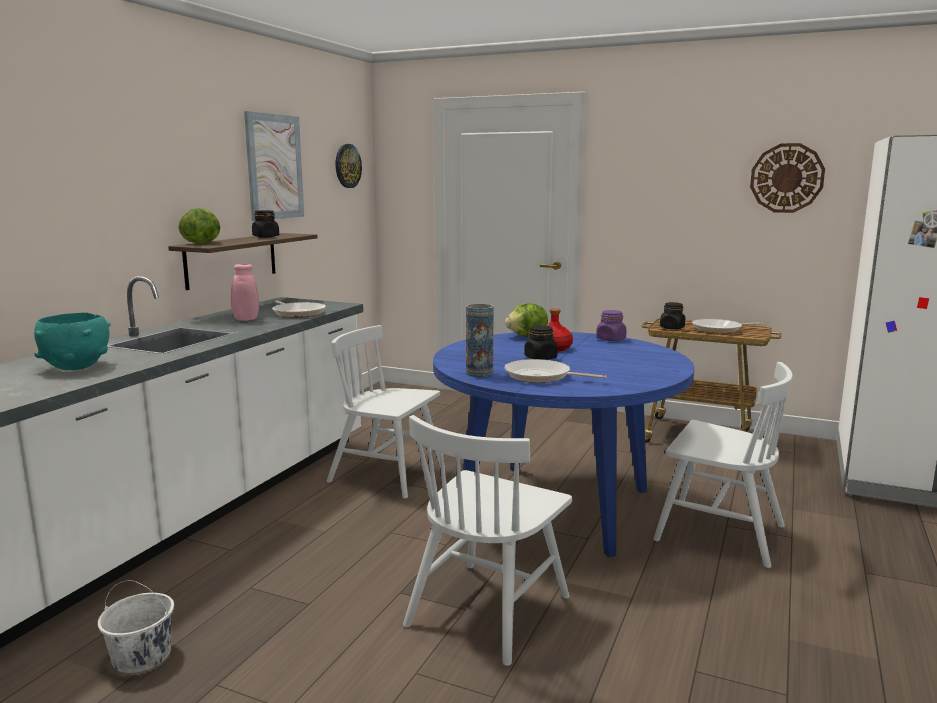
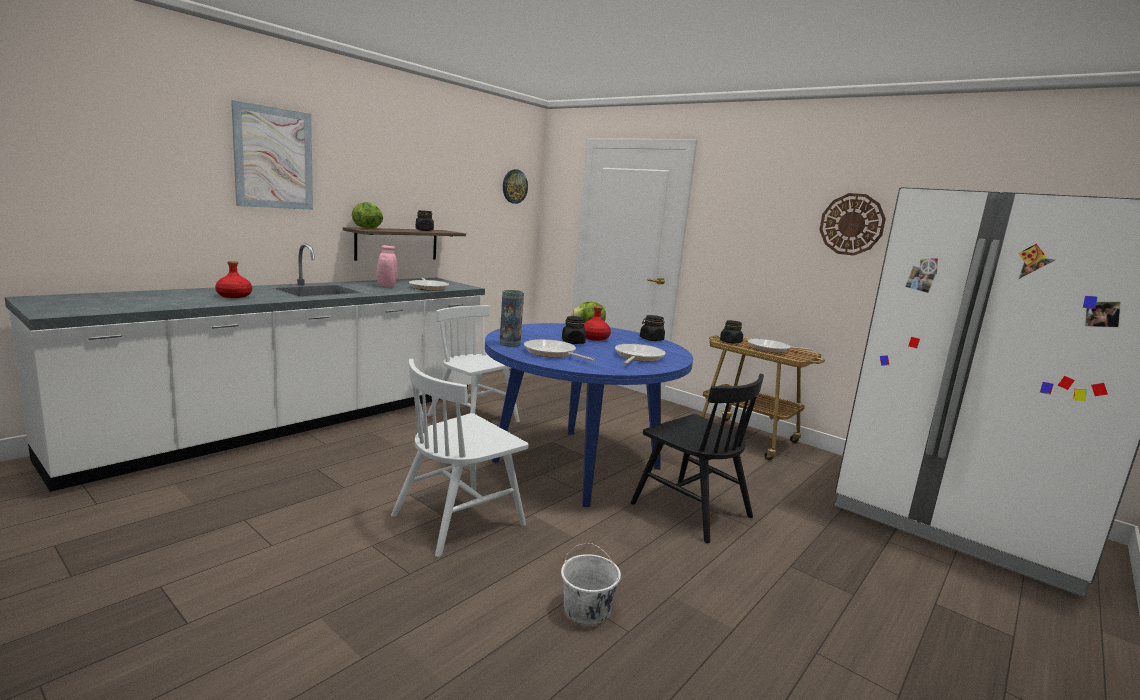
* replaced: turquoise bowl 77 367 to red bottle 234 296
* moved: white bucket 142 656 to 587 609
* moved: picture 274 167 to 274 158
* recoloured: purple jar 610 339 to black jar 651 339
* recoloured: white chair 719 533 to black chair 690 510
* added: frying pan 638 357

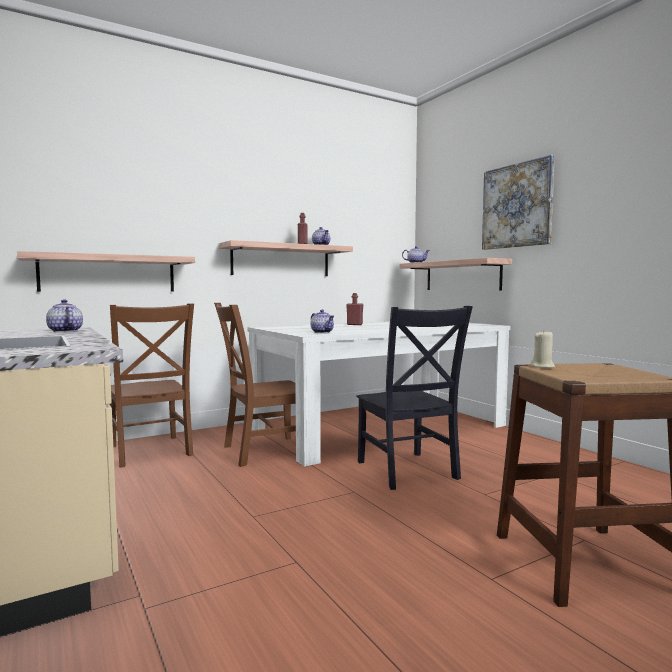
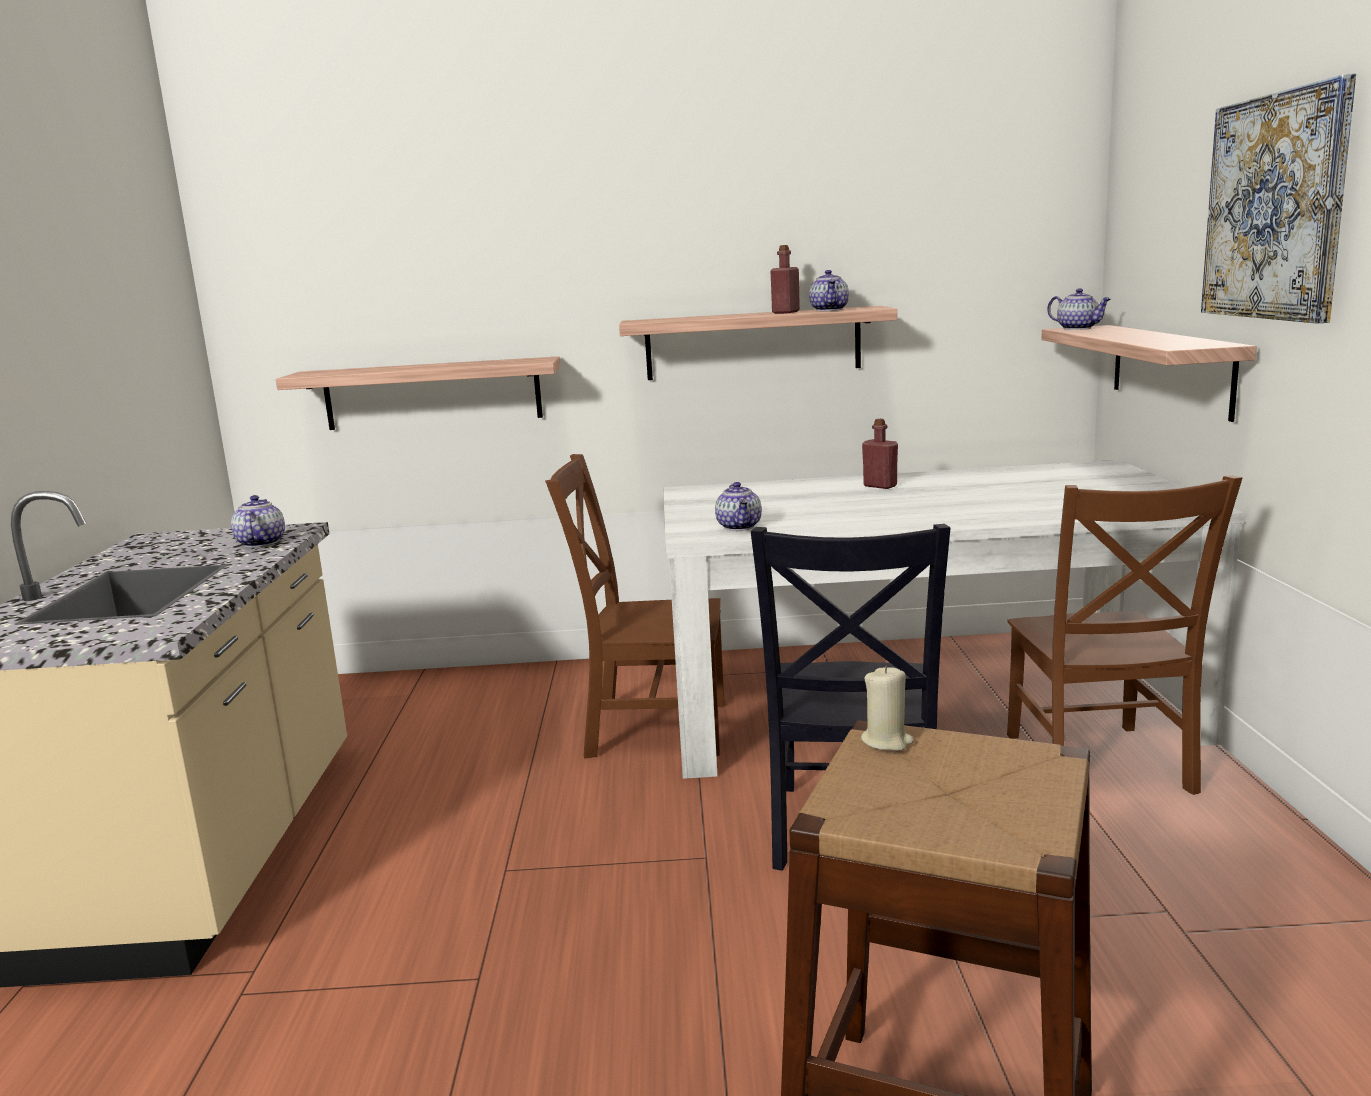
* moved: brown chair 150 452 to 1098 766

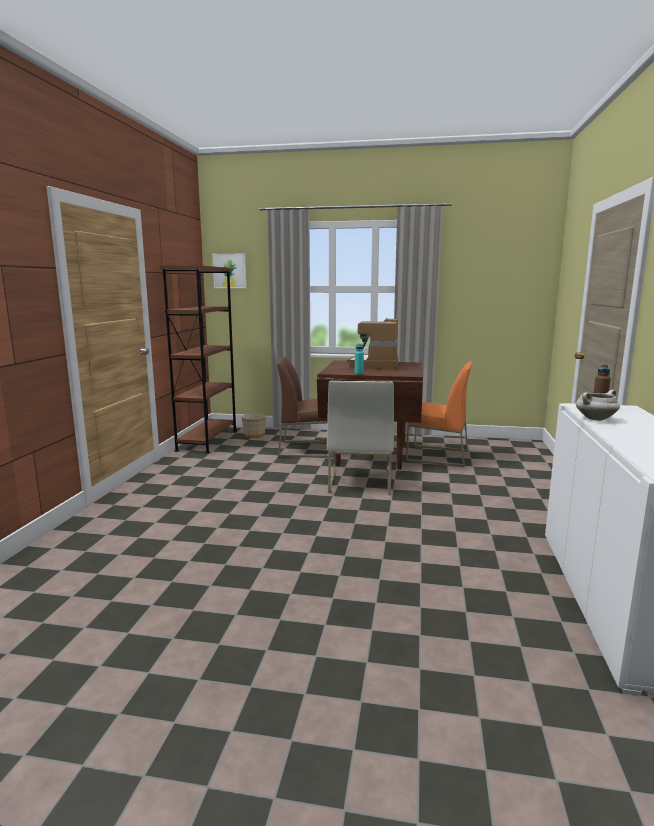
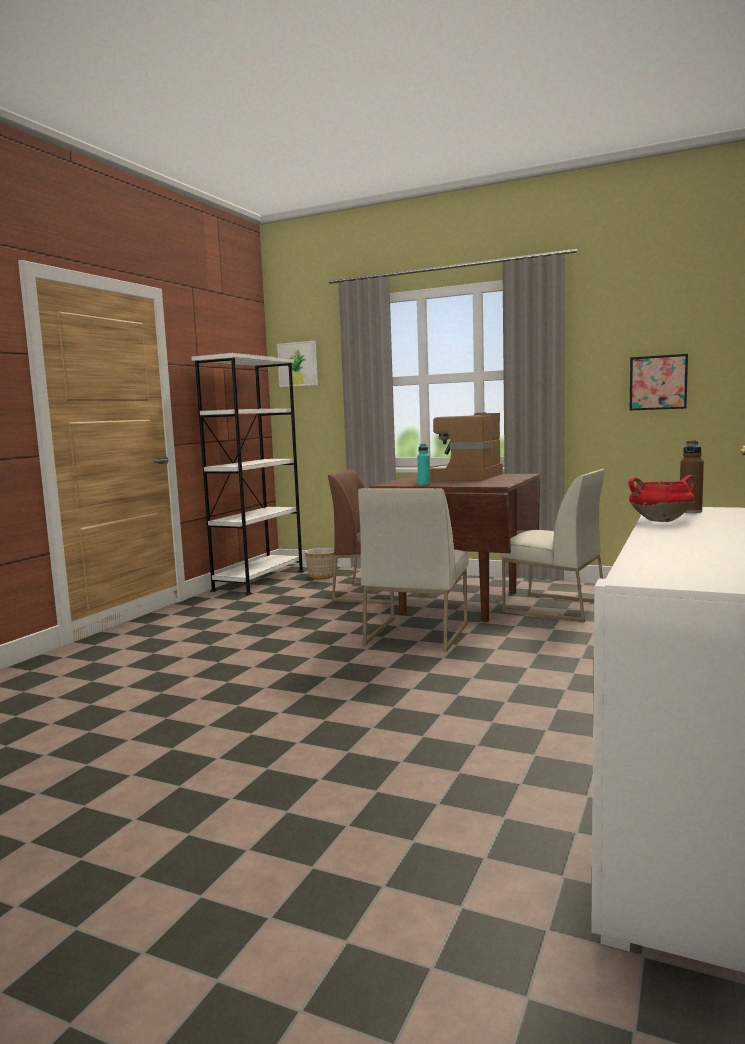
* recoloured: brown bookcase 207 440 to white bookcase 259 580
* recoloured: orange chair 437 456 to white chair 553 607
* recoloured: white cooking pot 595 419 to red cooking pot 661 521
* added: picture 658 382

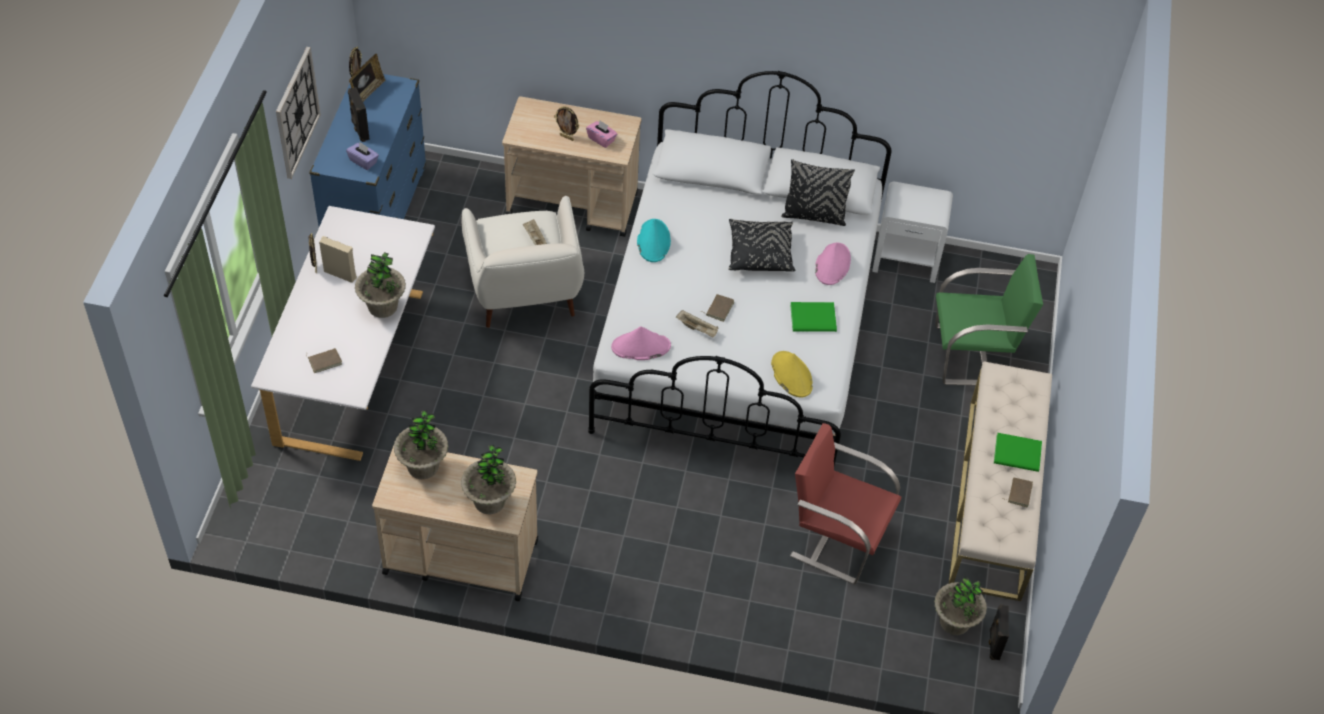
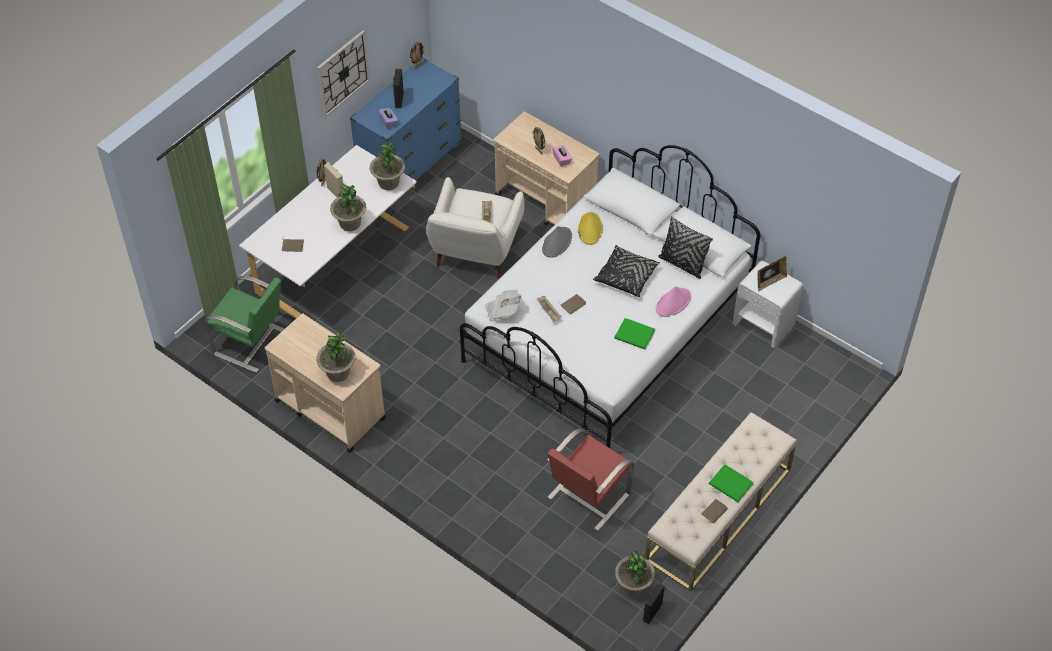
* moved: picture frame 367 92 to 770 282
* moved: potted plant 423 466 to 388 182
* replaced: pink hat 640 347 to newspaper 502 311
* recoloured: turquoise hat 653 241 to grey hat 557 242
* moved: yellow hat 791 375 to 590 228
* turned: red chair 837 537 = 587 496 105 degrees counterclockwise
* moved: green chair 973 355 to 251 343

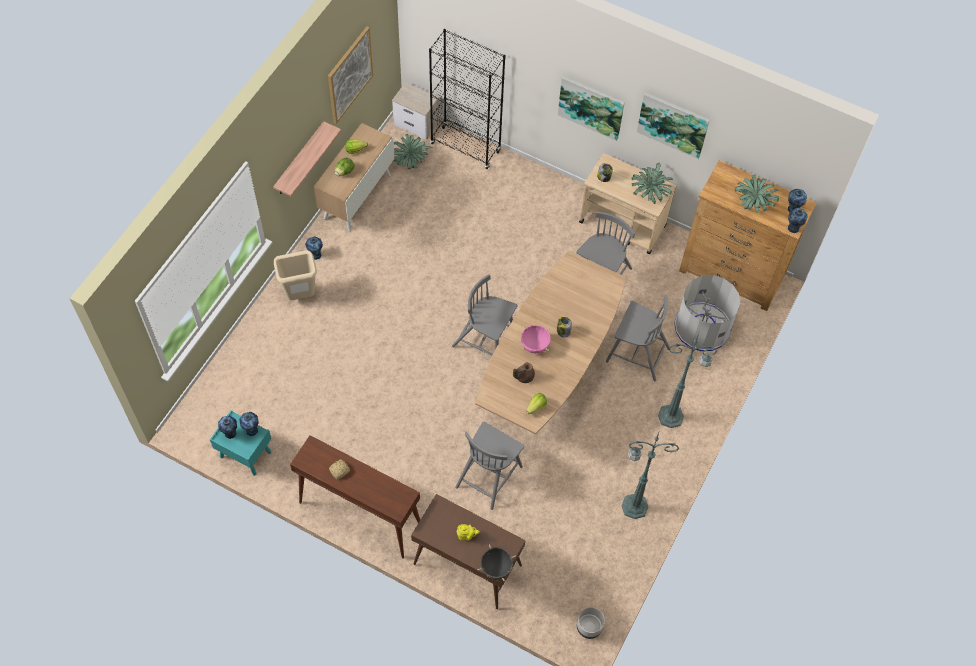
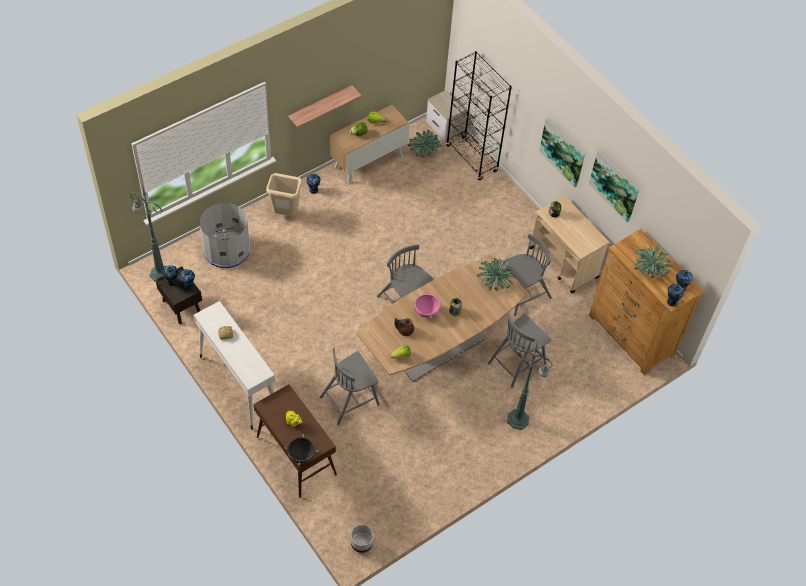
* recoloured: turquoise nightstand 245 454 to brown nightstand 181 306
* recoloured: brown console table 360 514 to white console table 238 384
* removed: picture 349 75
* turned: grey chair 636 354 = 517 362 90 degrees clockwise
* moved: green floor lamp 633 506 to 159 273
* moved: potted plant 650 193 to 495 282
* moved: grey trash can 702 327 to 226 249

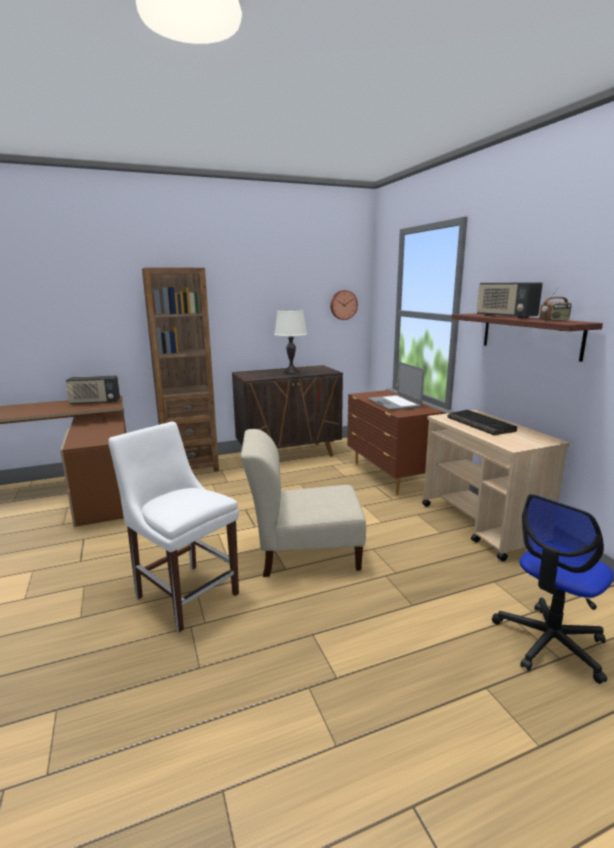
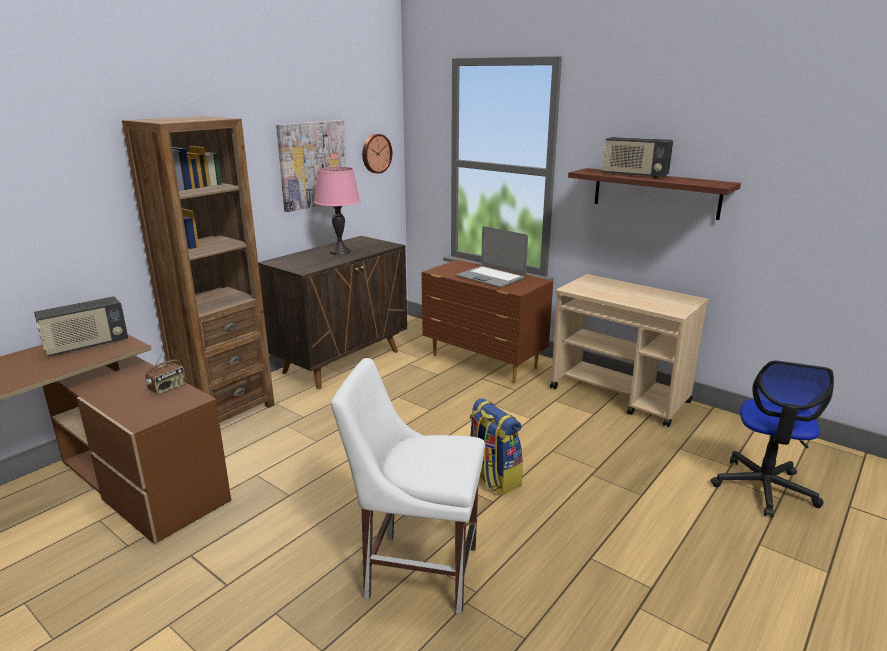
* replaced: beige chair 303 553 to backpack 492 478
* recoloured: white table lamp 291 372 to pink table lamp 340 252
* removed: keyboard 481 424
* moved: radio 554 321 to 168 388
* added: picture 313 164

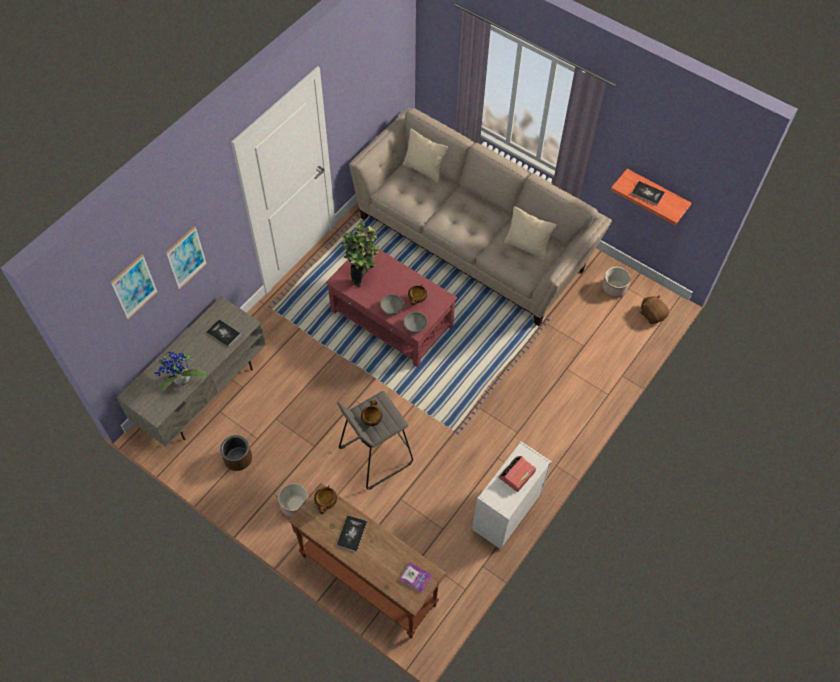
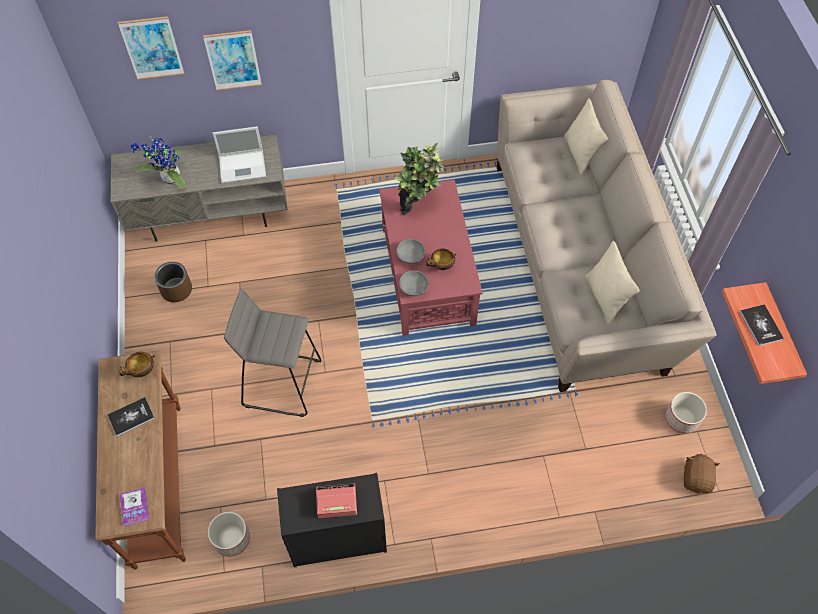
* replaced: book 223 333 to laptop 243 166
* moved: planter 295 505 to 231 539
* removed: bowl 371 420
* recoloured: white dresser 506 512 to black dresser 336 538

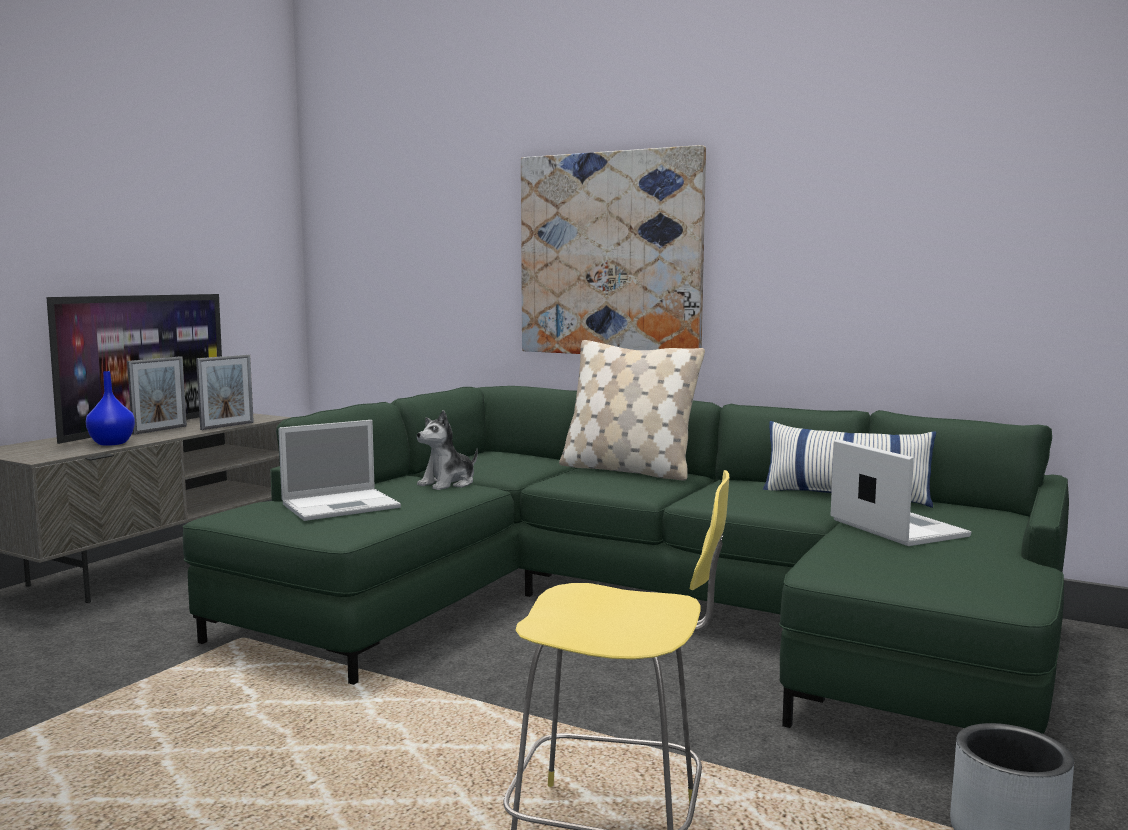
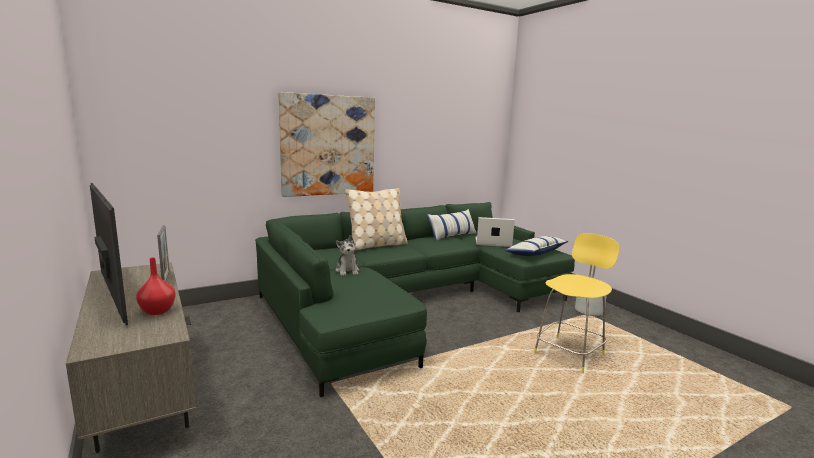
* recoloured: blue vase 111 443 to red vase 157 311
* removed: picture frame 160 430
* removed: laptop 342 505
* added: pillow 536 253

